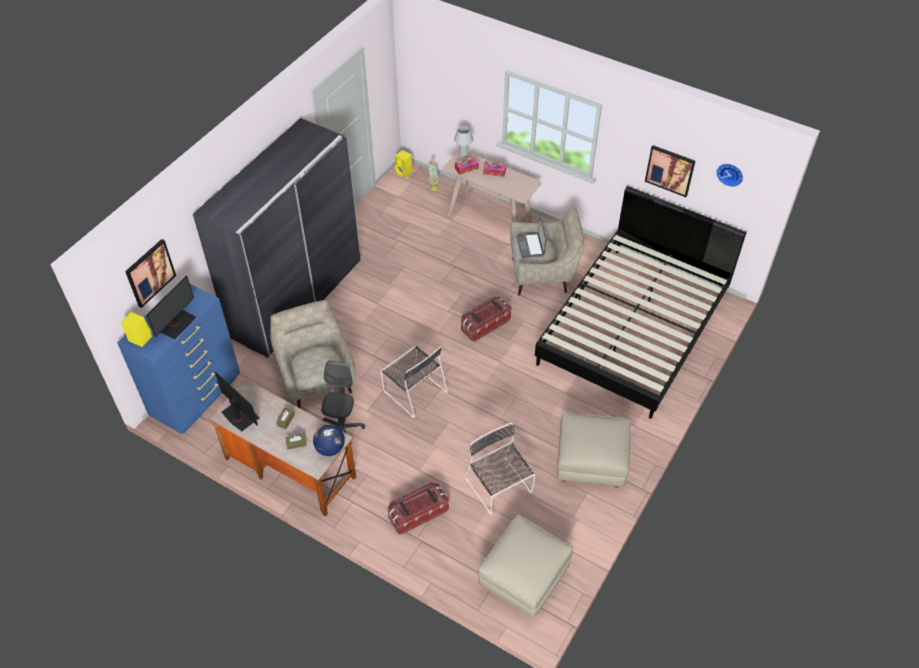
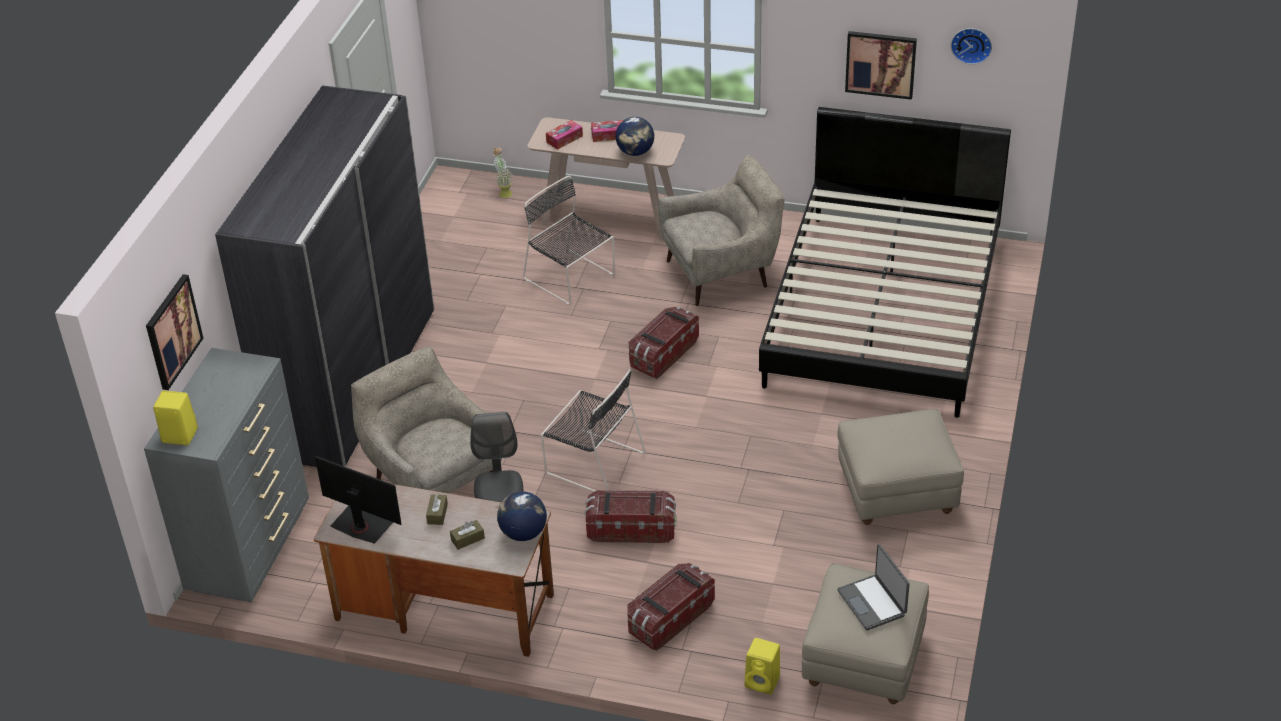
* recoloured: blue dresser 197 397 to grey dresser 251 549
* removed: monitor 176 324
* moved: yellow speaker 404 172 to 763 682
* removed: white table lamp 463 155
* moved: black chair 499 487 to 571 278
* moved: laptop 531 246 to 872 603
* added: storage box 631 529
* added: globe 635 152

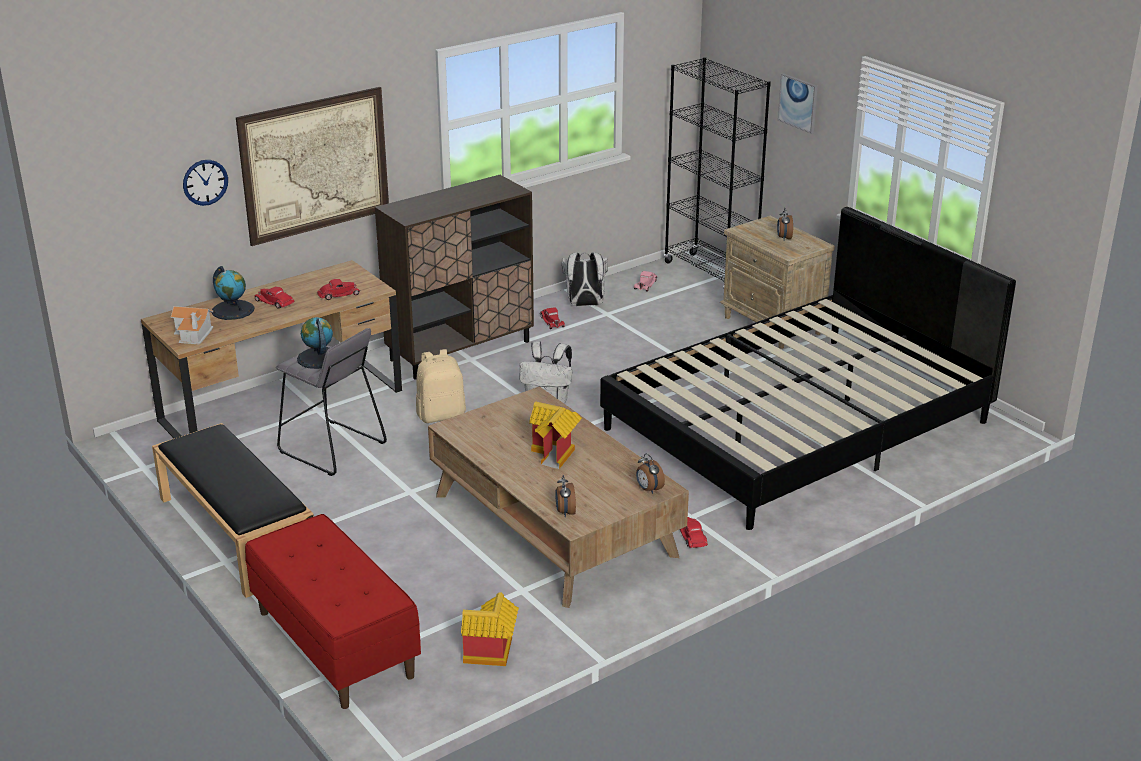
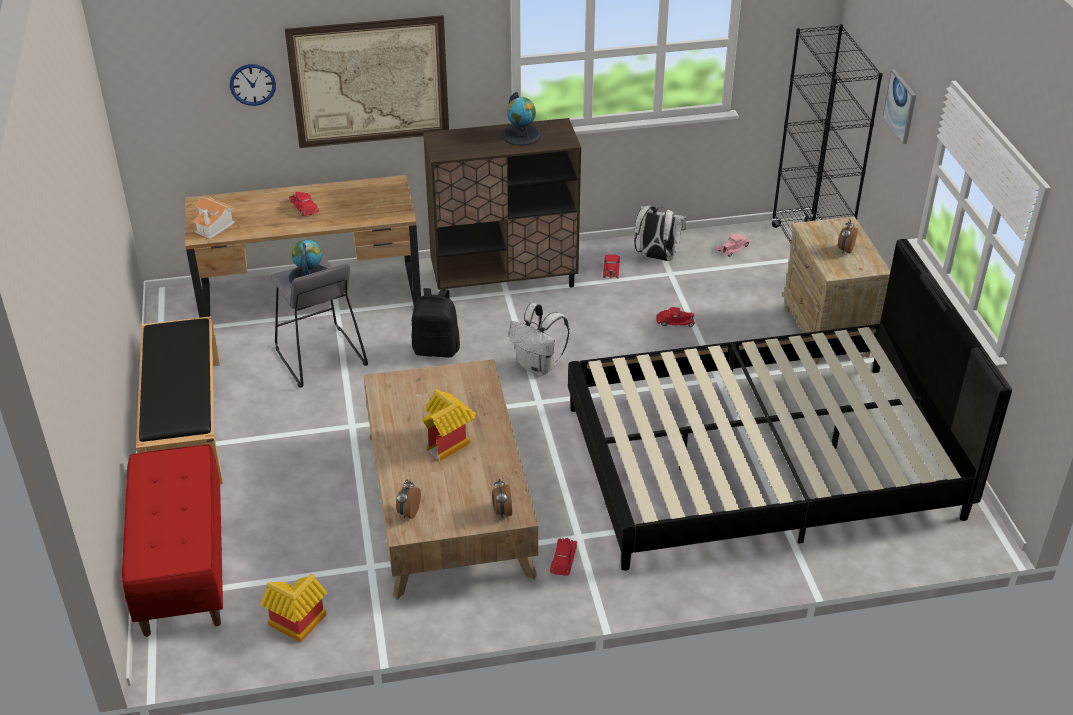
* moved: globe 233 310 to 521 135
* moved: red toy car 338 294 to 675 321
* recoloured: beige backpack 441 415 to black backpack 436 349

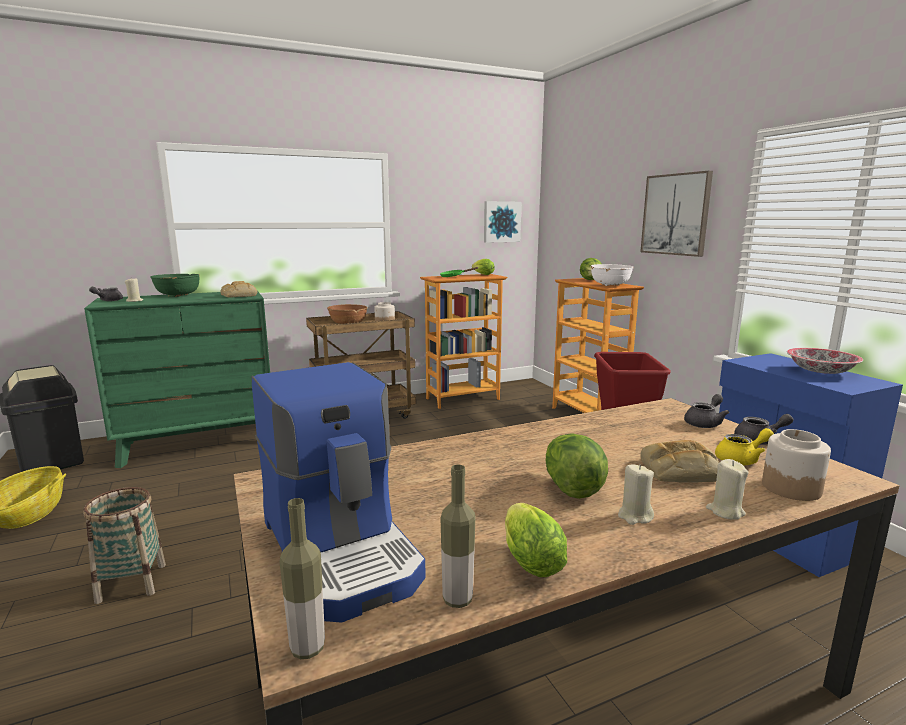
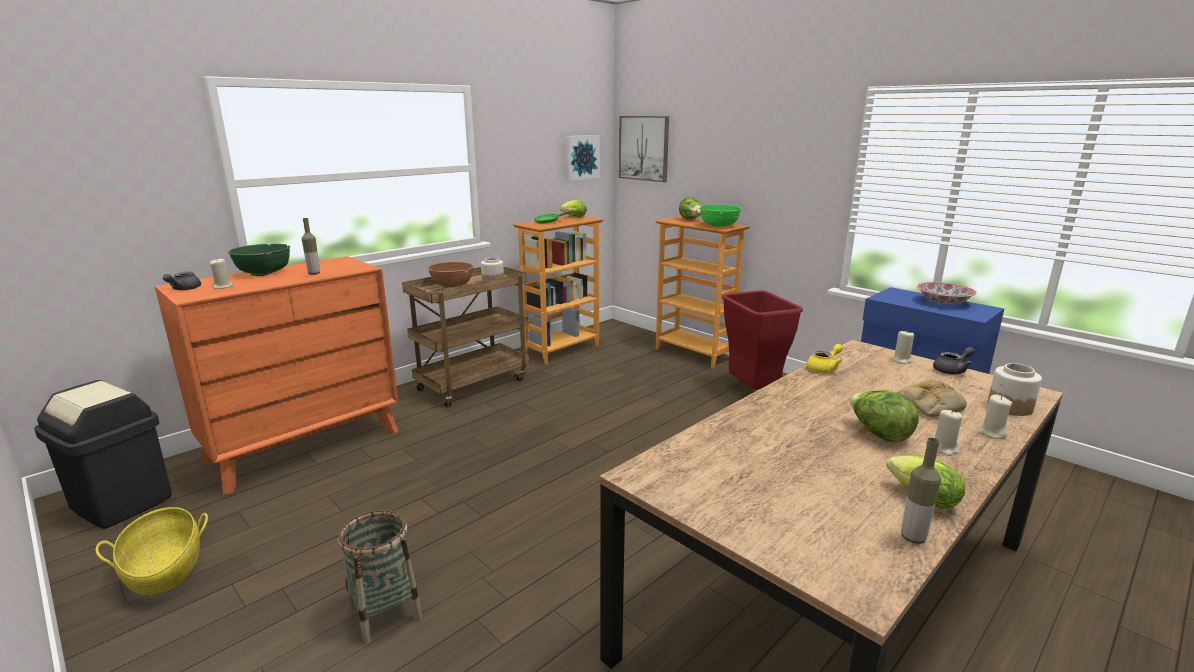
* recoloured: green dresser 199 443 to orange dresser 305 445
* removed: bread 239 296
* removed: coffee machine 343 550
* moved: bottle 307 648 to 314 273
* recoloured: white bowl 610 285 to green bowl 719 226
* moved: picture 676 214 to 644 148
* replaced: grey teapot 705 423 to beige candle 901 360
* moved: yellow teapot 742 460 to 824 368

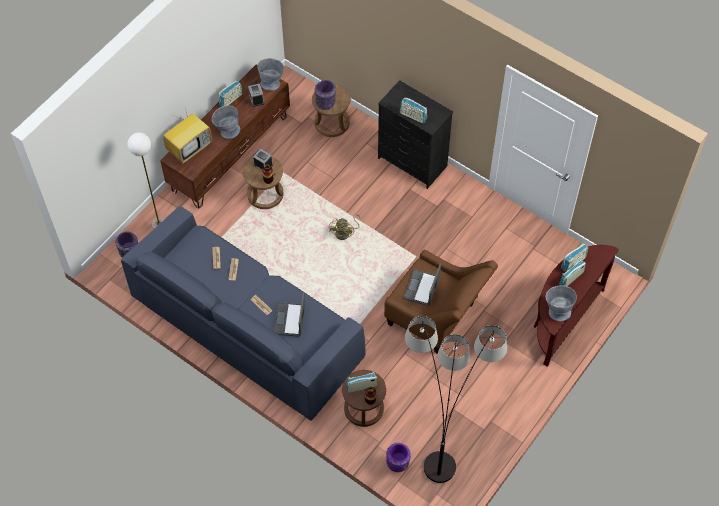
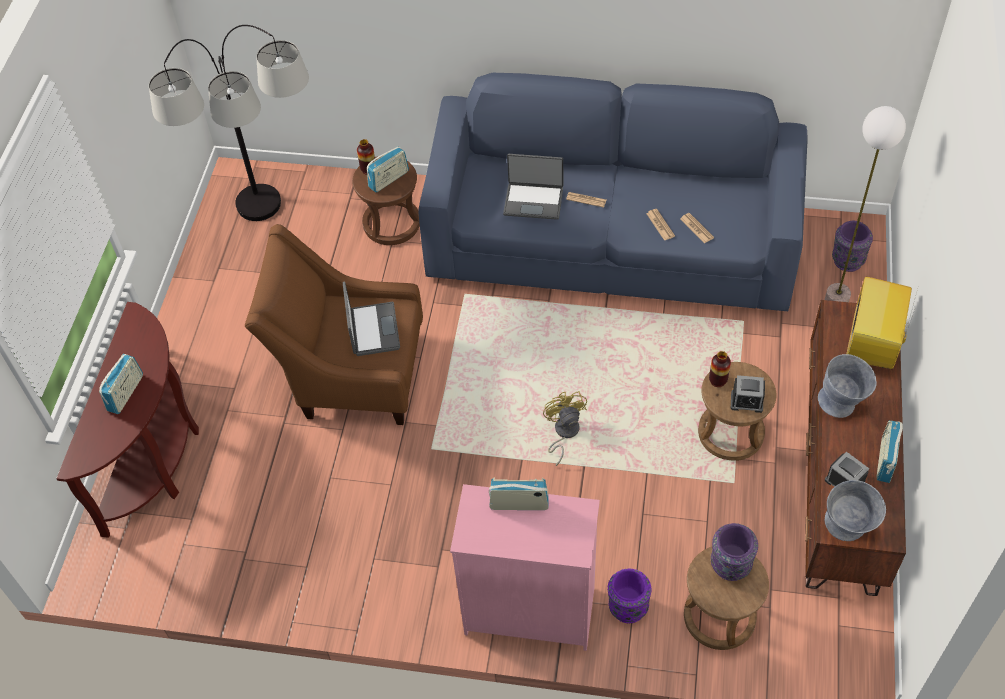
* turned: laptop 290 320 = 533 201 120 degrees clockwise
* recoloured: black dresser 412 162 to pink dresser 530 610
* moved: purple vase 398 464 to 627 607
* removed: grey bowl 557 309
* removed: radio 573 262

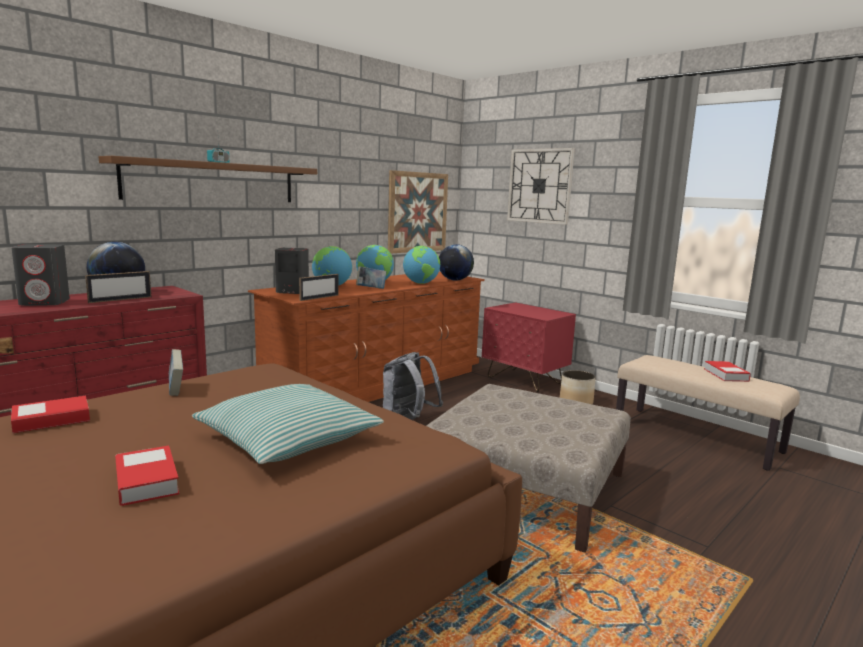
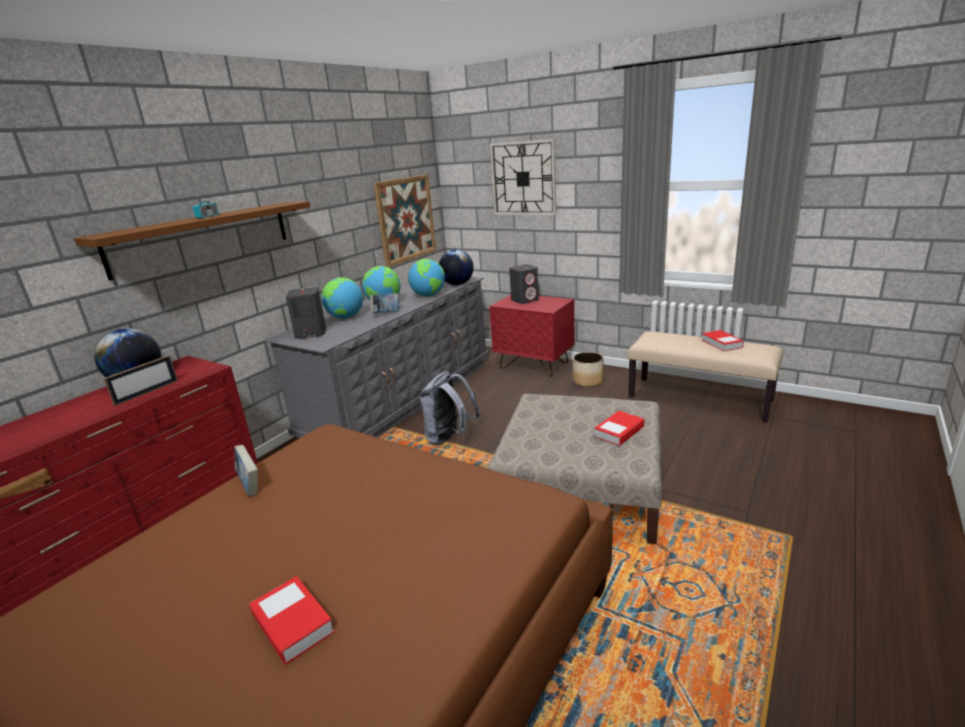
* moved: grey speaker 45 302 to 525 300
* moved: book 52 420 to 619 432
* removed: pillow 288 438
* recoloured: brown dresser 377 384 to grey dresser 402 397
* removed: picture frame 319 298

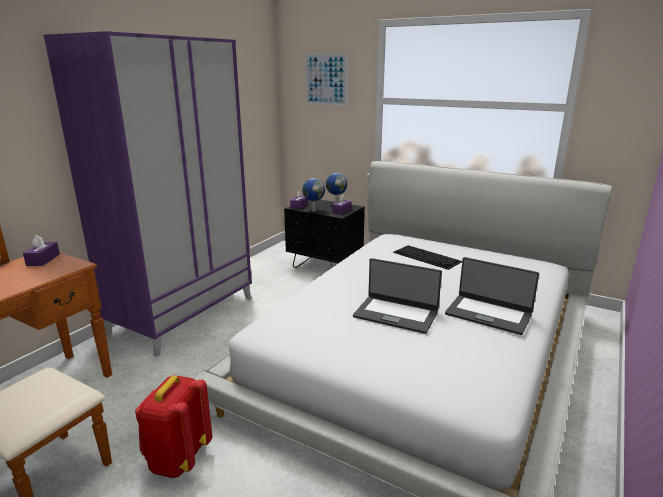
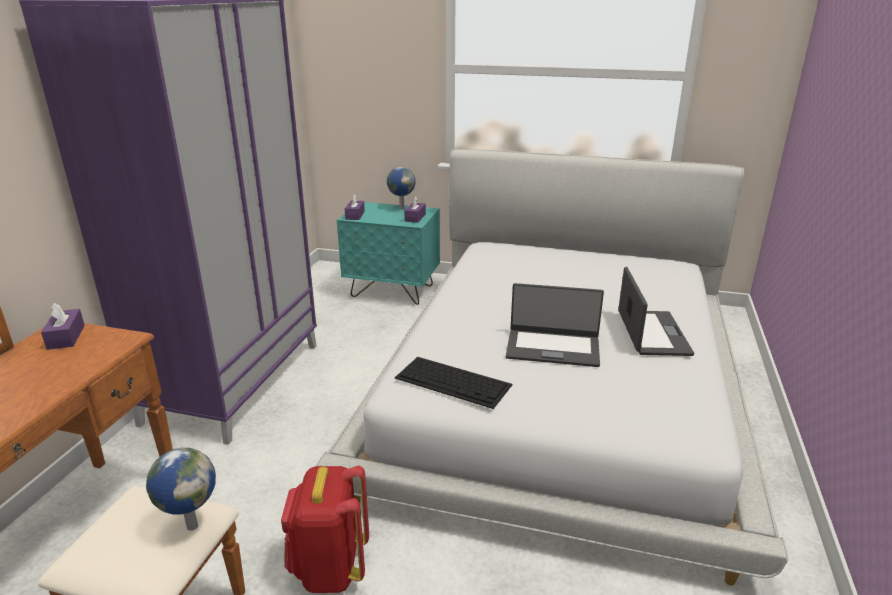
* recoloured: black nightstand 325 267 to turquoise nightstand 393 291
* moved: globe 313 210 to 192 525
* removed: picture 326 79
* moved: keyboard 427 257 to 454 381
* turned: laptop 488 314 = 651 333 105 degrees counterclockwise

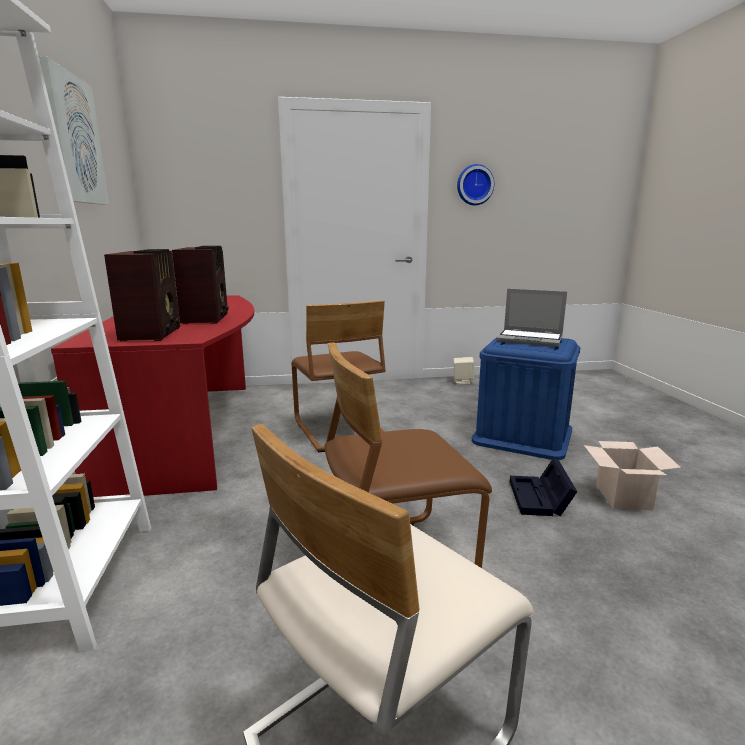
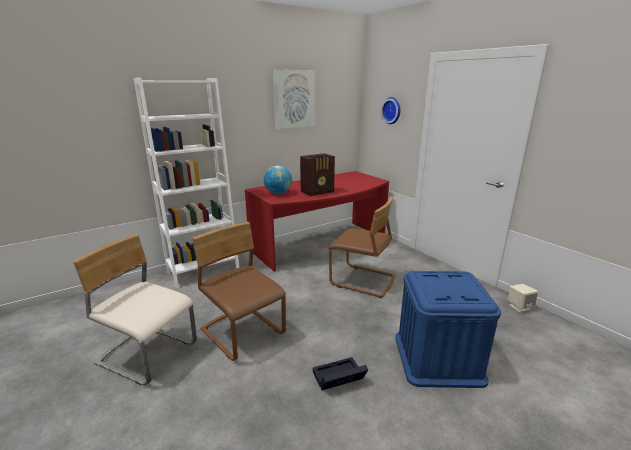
* replaced: radio 153 334 to globe 278 193
* turned: brown chair 339 430 = 362 281 105 degrees counterclockwise
* moved: wall clock 474 185 to 392 110
* removed: laptop 530 339
* removed: cardboard box 621 496

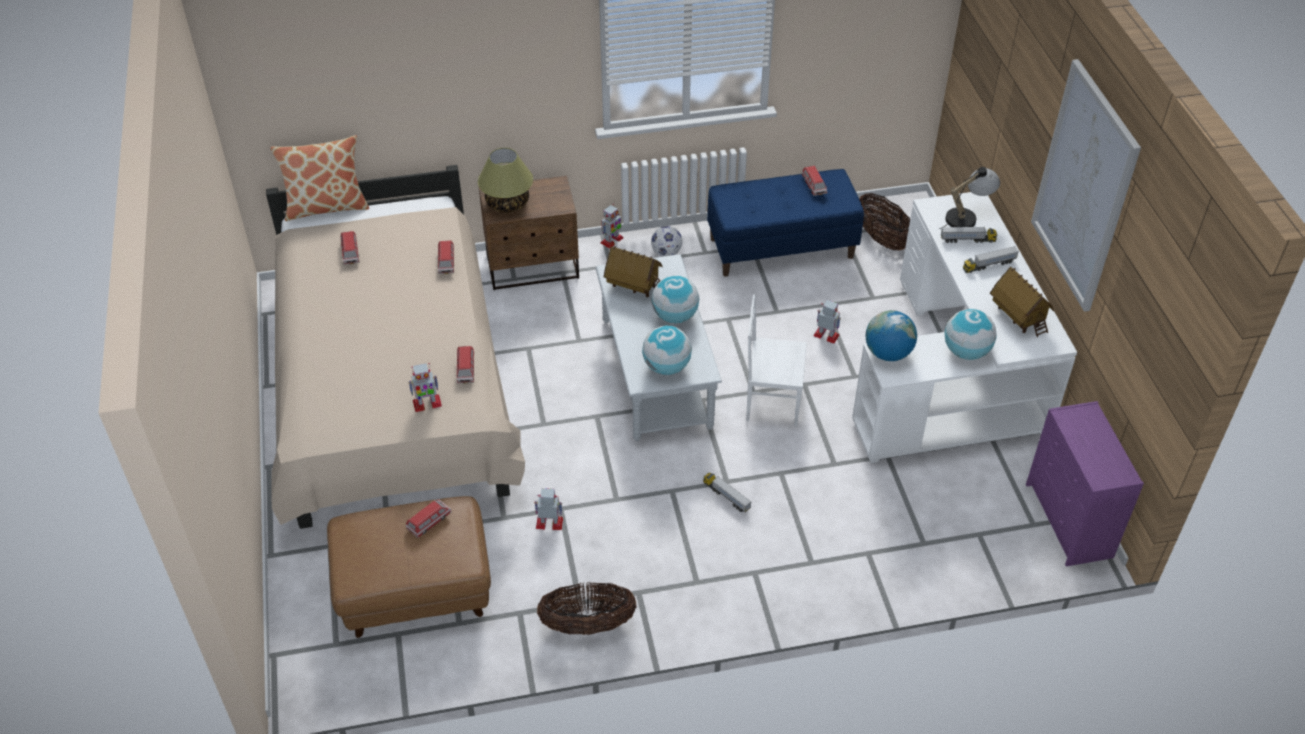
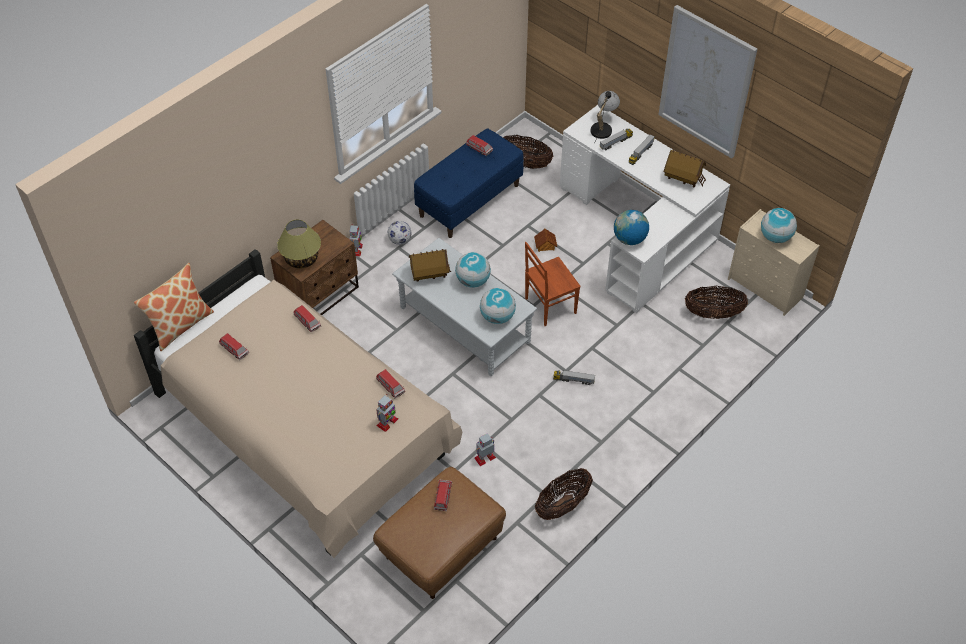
* recoloured: white chair 772 401 to brown chair 549 305
* replaced: toy robot 826 335 to toy house 545 245
* moved: globe 966 352 to 775 237
* recoloured: purple dresser 1069 521 to beige dresser 766 288
* added: basket 713 313

